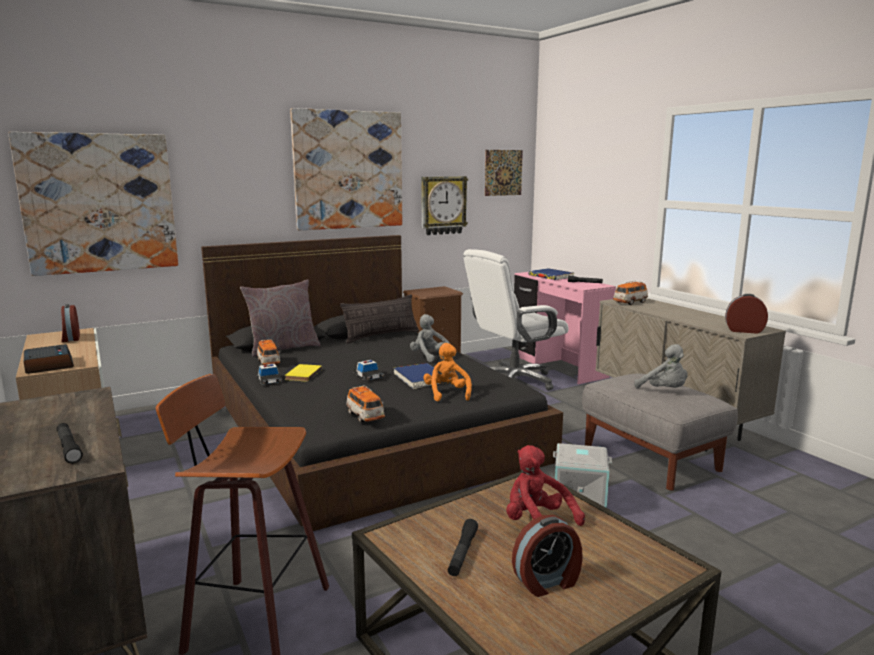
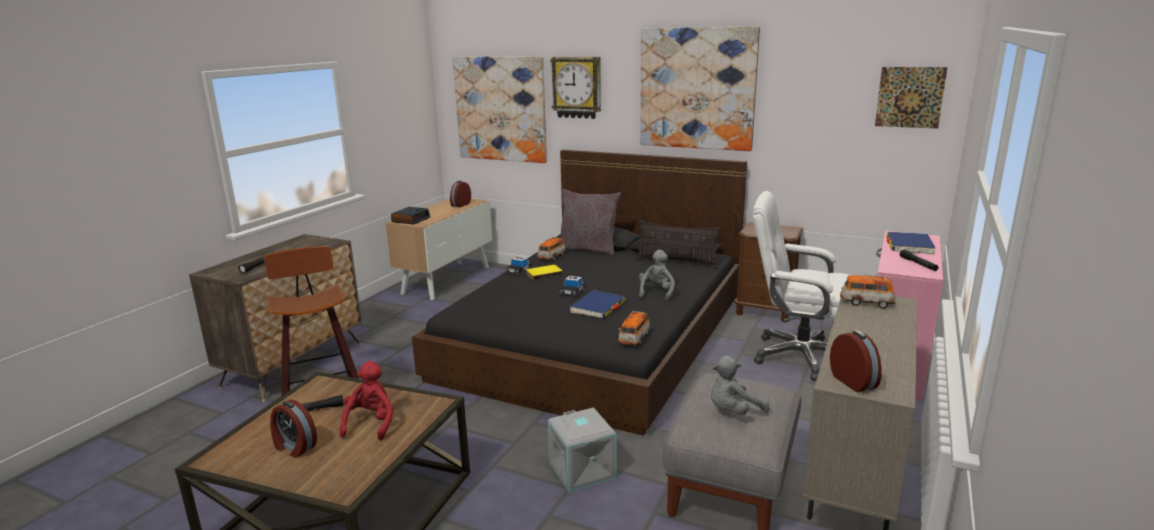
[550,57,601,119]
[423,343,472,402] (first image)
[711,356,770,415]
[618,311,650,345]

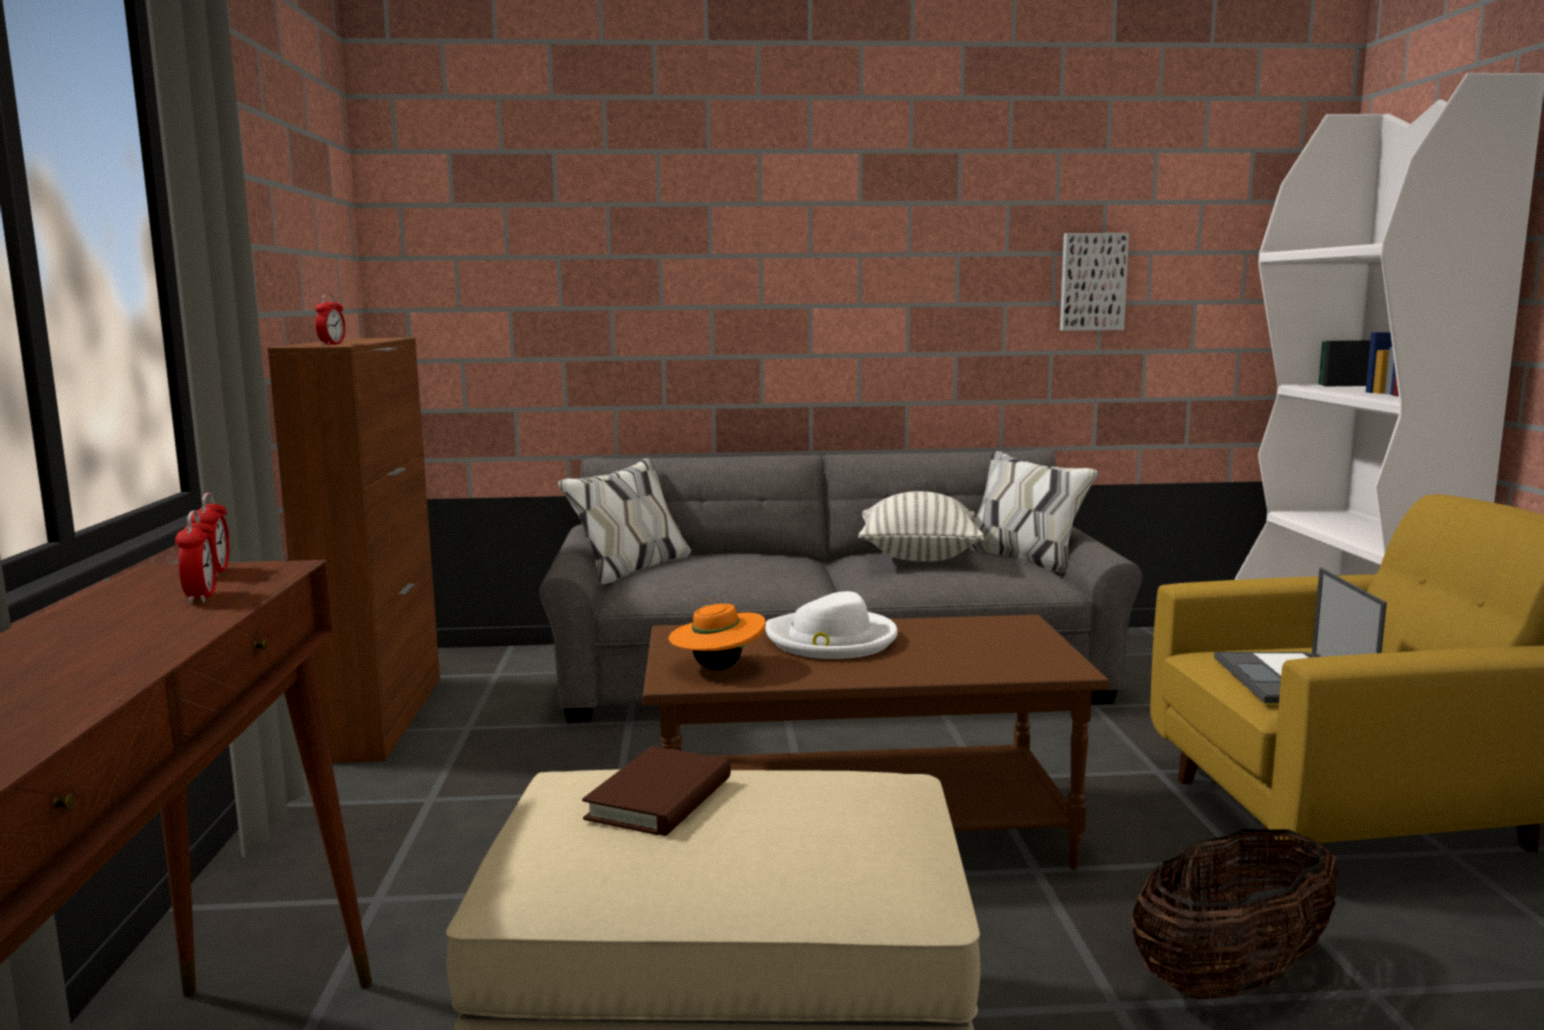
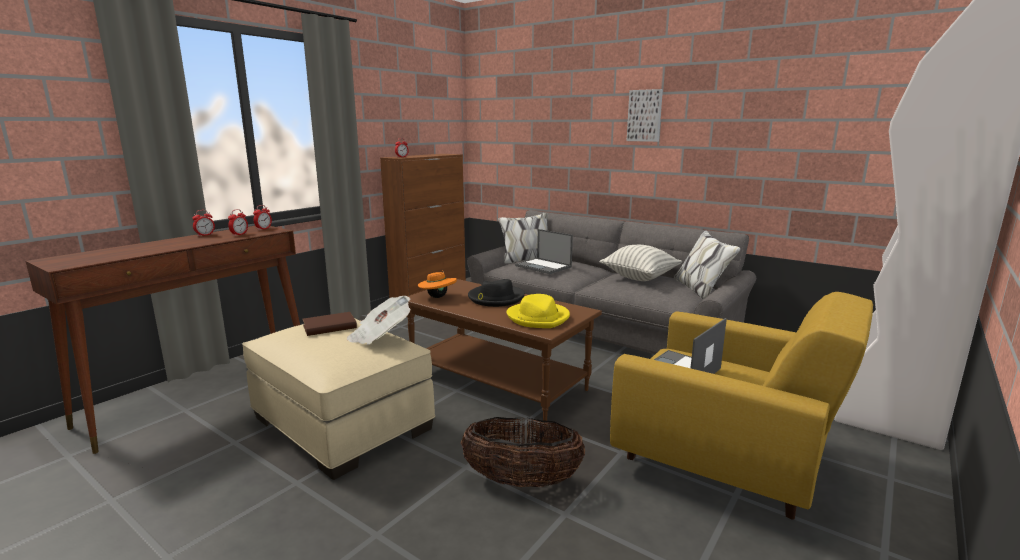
[627,89,663,142]
[468,279,525,307]
[192,210,215,237]
[515,229,573,274]
[507,294,570,328]
[347,296,410,345]

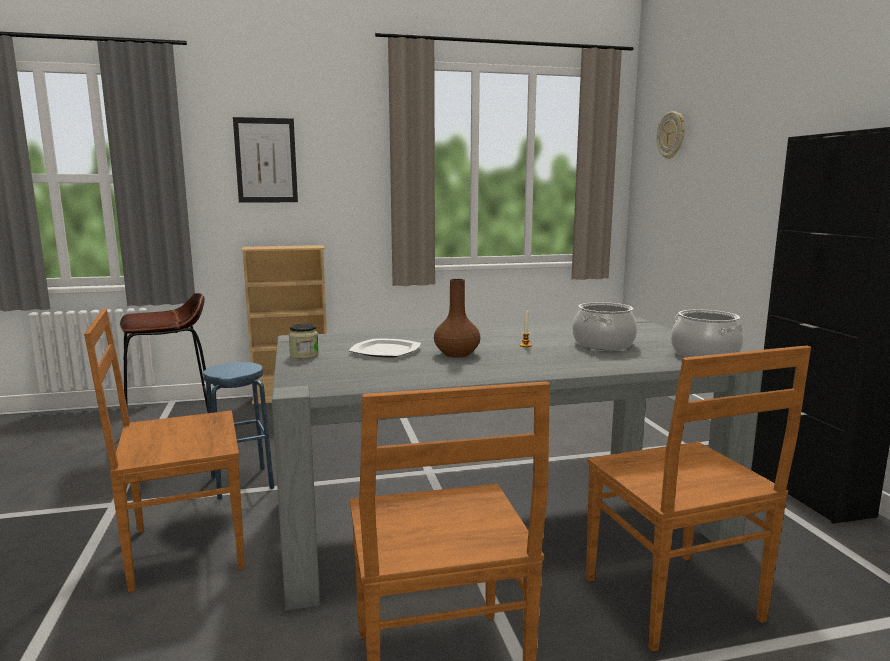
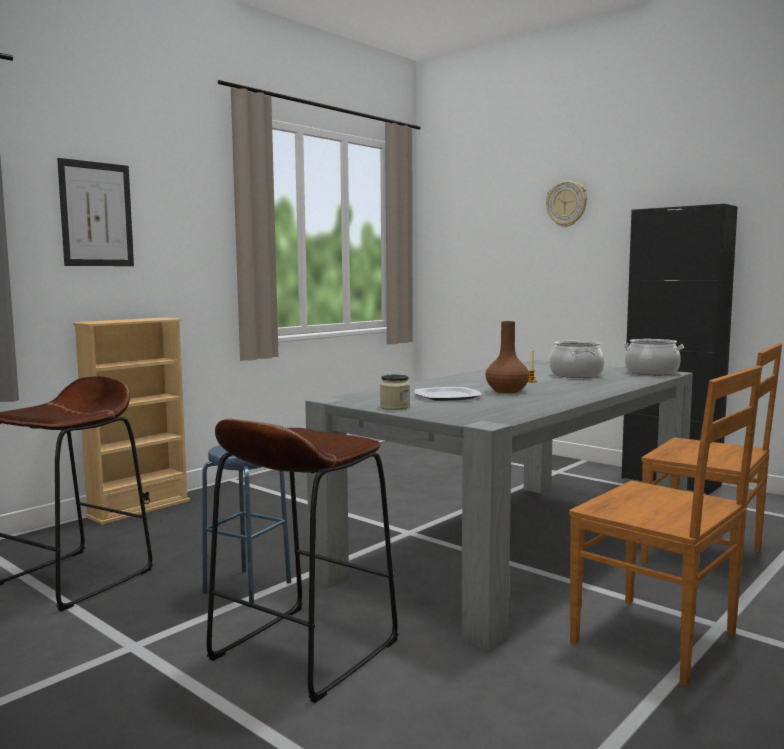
[546,181,587,227]
[206,419,398,703]

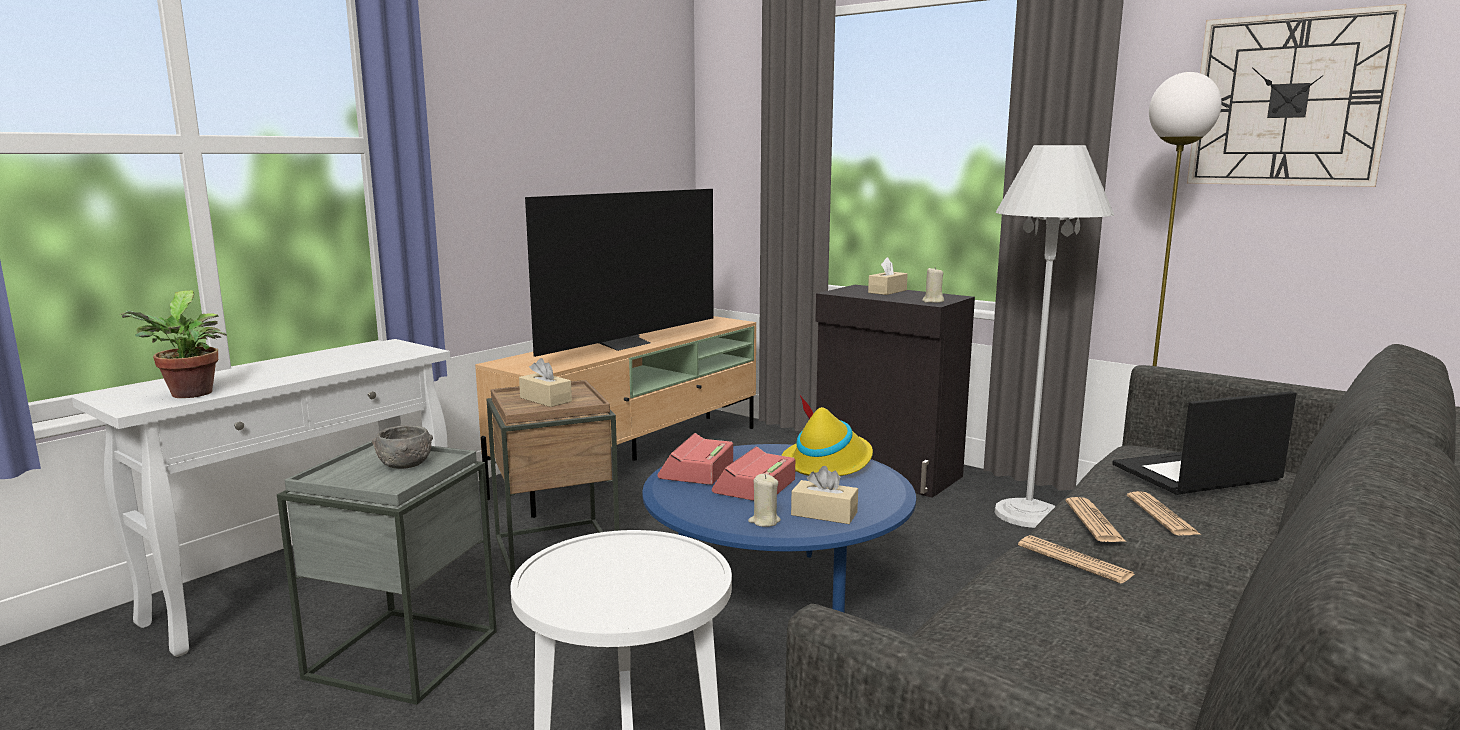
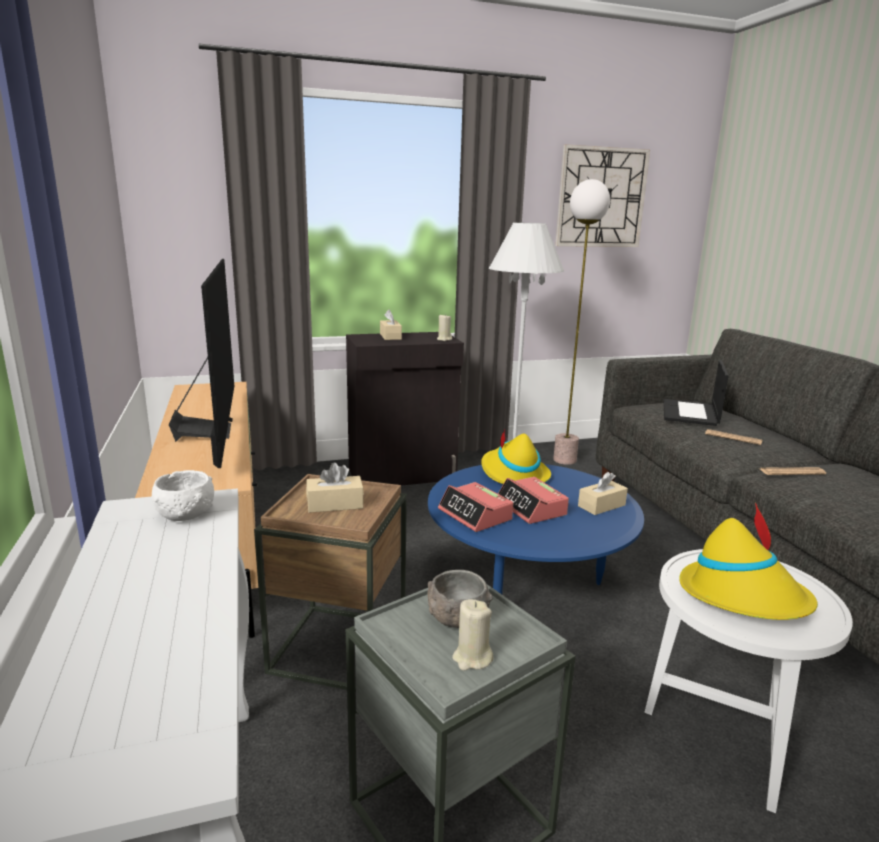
[120,290,227,398] (first image)
[452,599,493,671]
[1065,497,1126,542] (first image)
[152,470,214,521]
[679,503,818,620]

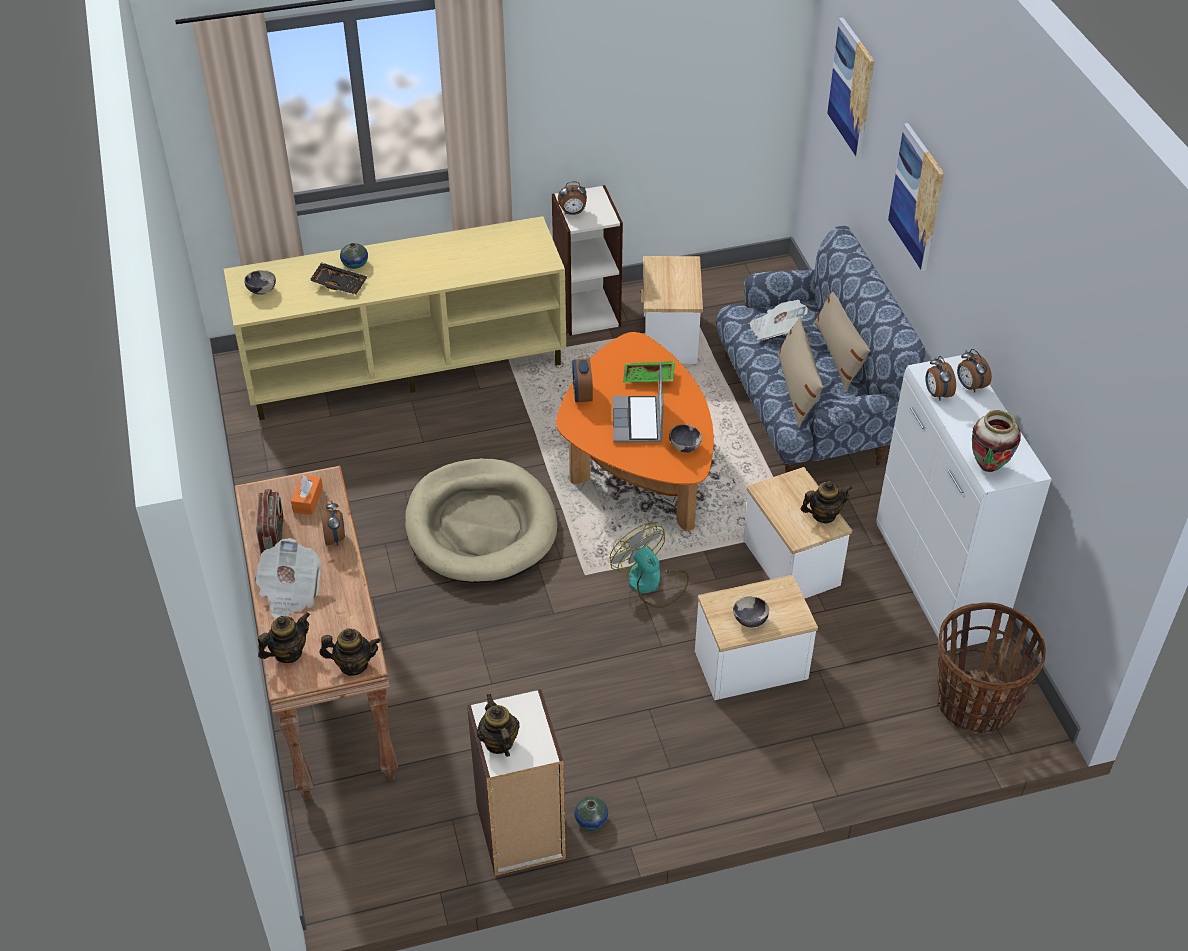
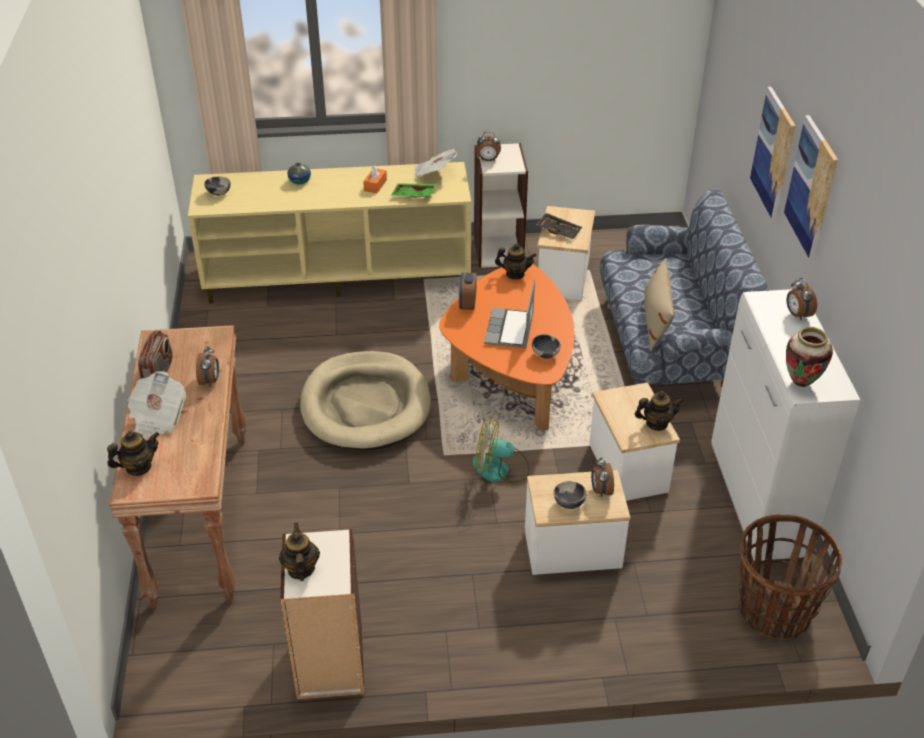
[784,115,838,259]
[536,213,582,240]
[814,292,870,392] (first image)
[415,149,457,177]
[591,457,614,497]
[391,183,437,198]
[363,165,387,193]
[472,417,530,483]
[495,243,537,279]
[574,796,608,830] (first image)

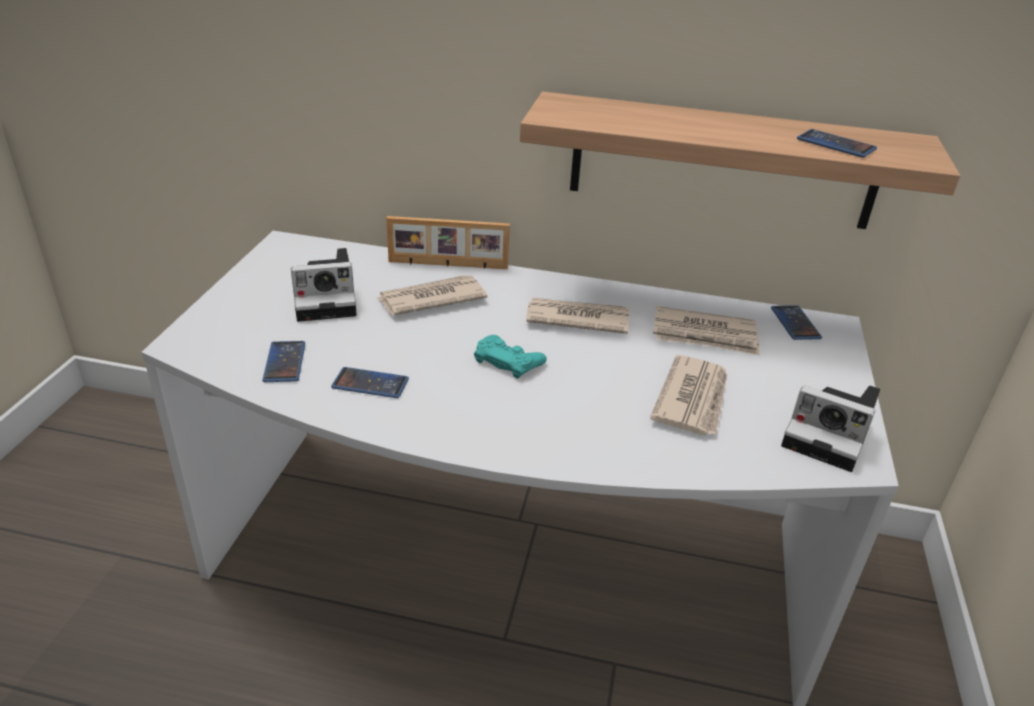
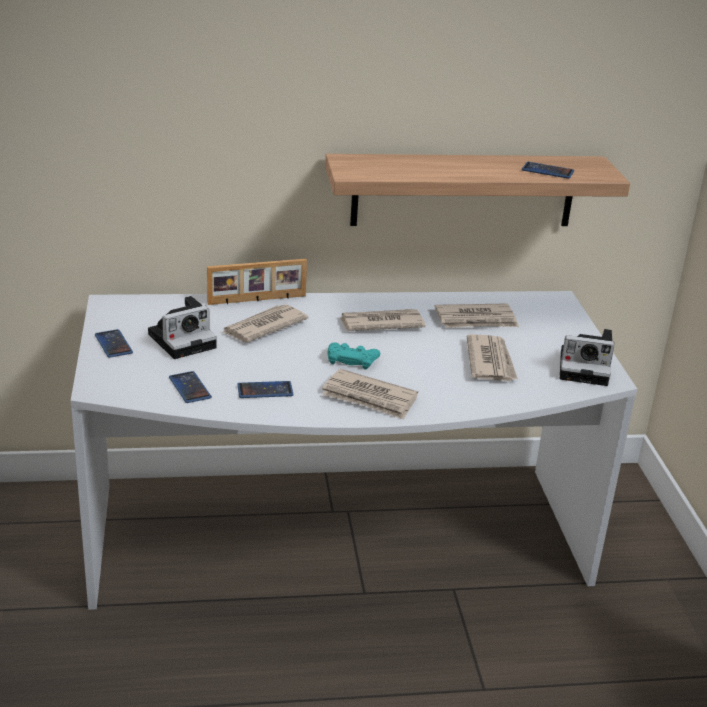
[95,329,133,358]
[322,369,418,419]

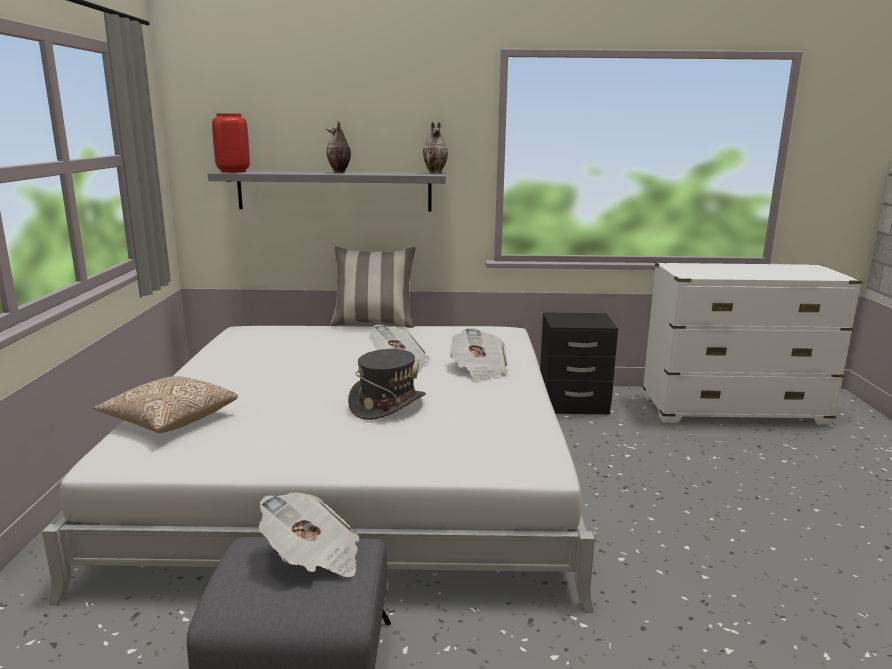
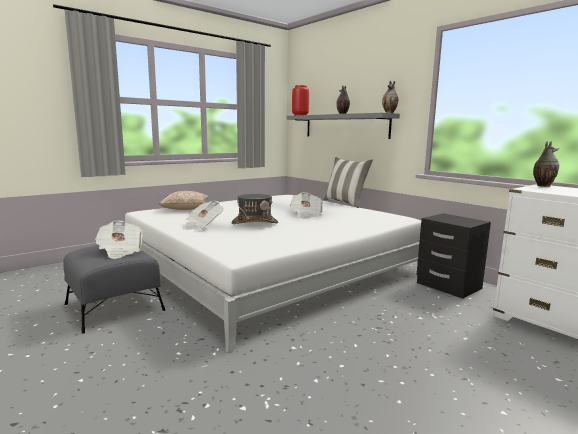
[182,201,224,230]
[533,141,559,187]

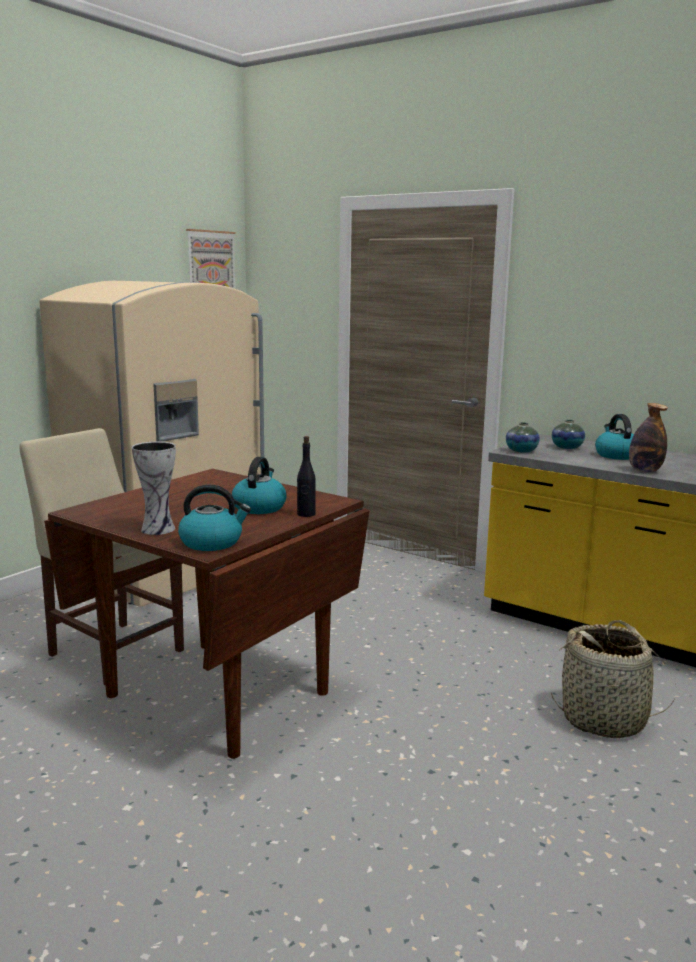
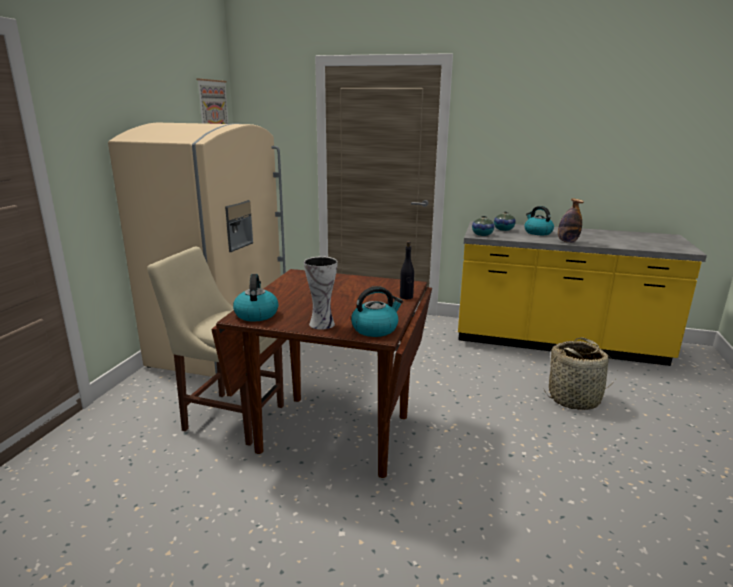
[233,274,279,322]

